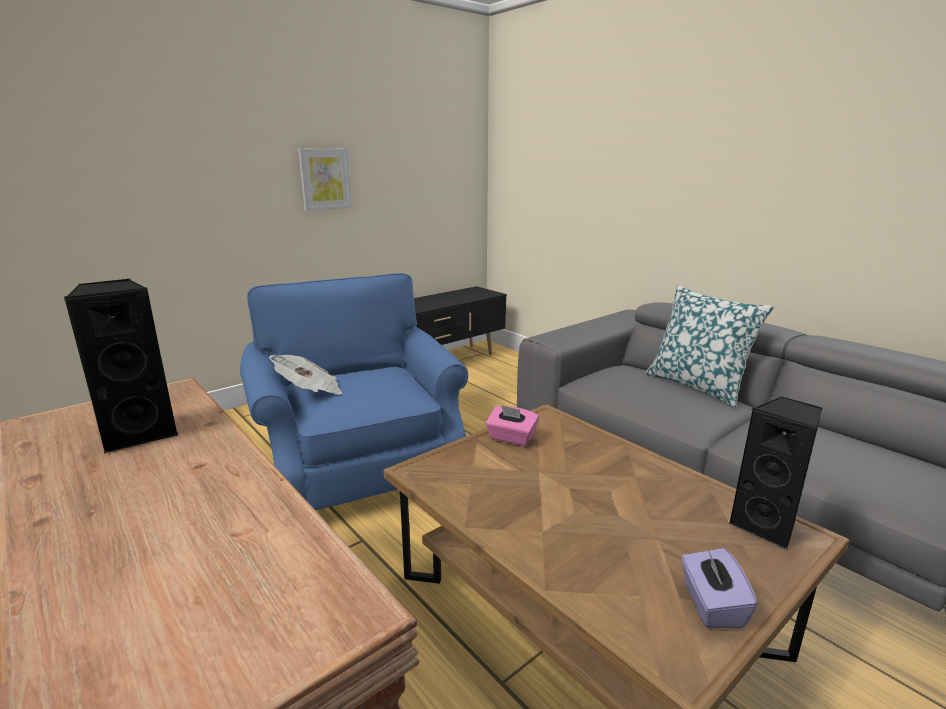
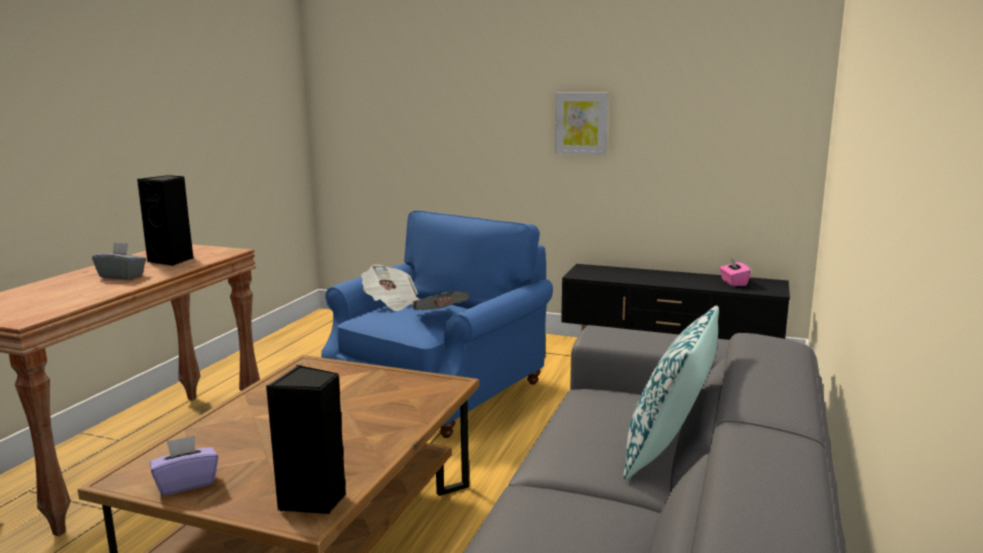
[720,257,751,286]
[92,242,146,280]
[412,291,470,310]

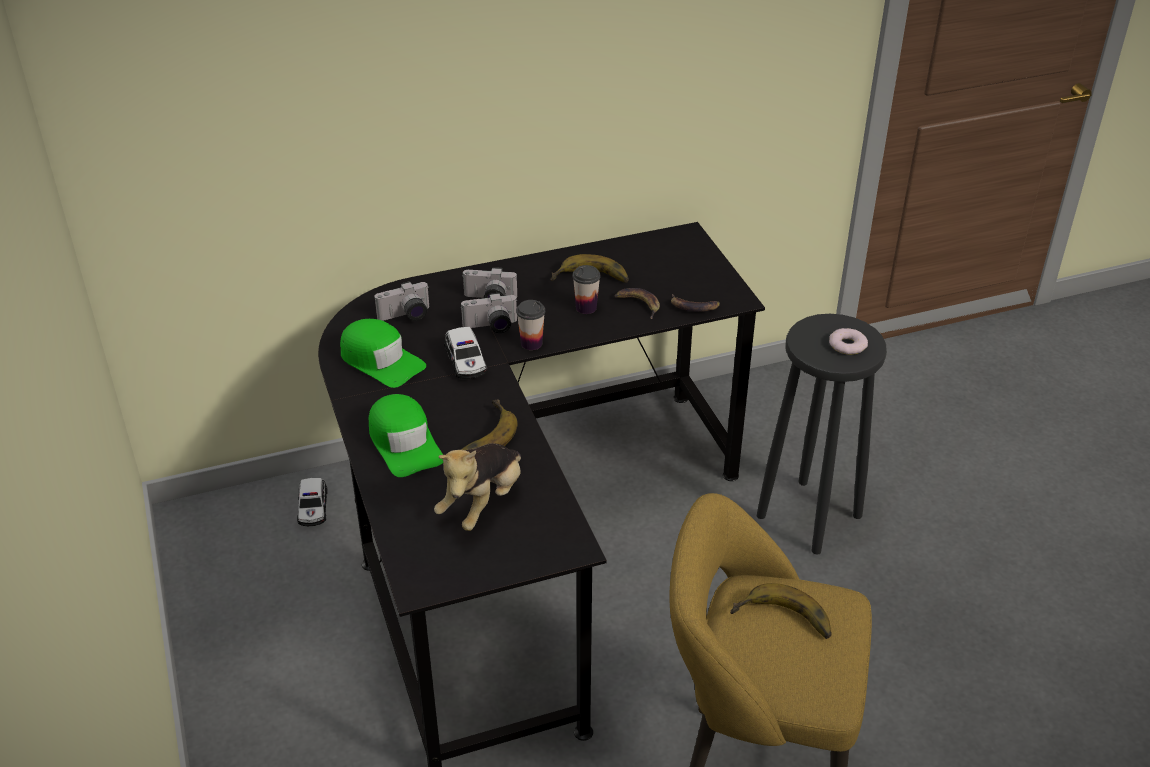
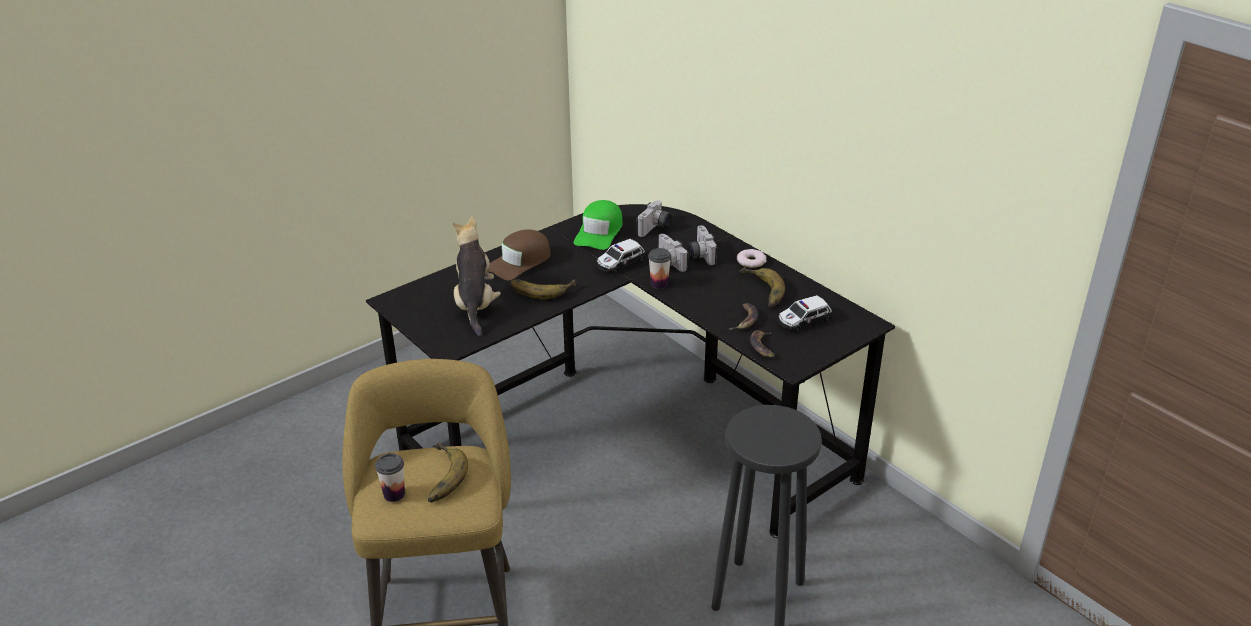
[375,453,405,502]
[636,200,672,237]
[737,249,767,268]
[489,229,551,280]
[453,216,501,336]
[778,295,832,332]

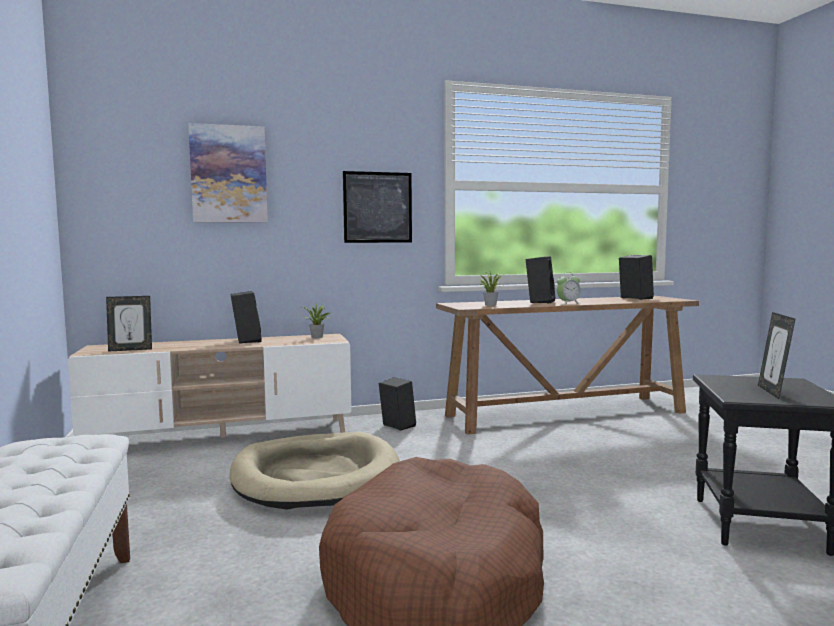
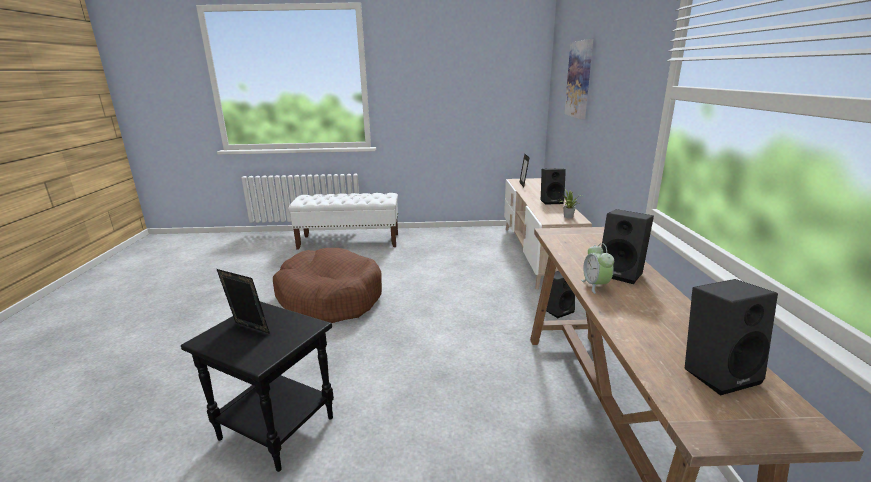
[343,171,412,243] (first image)
[480,272,505,306] (first image)
[230,432,400,510] (first image)

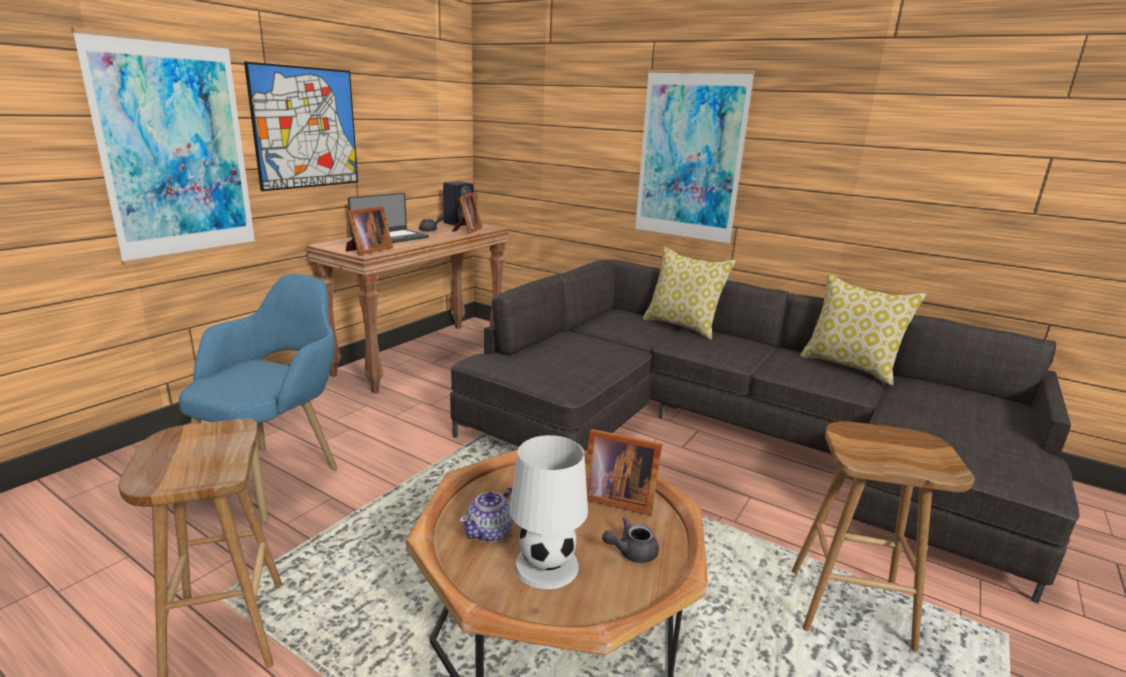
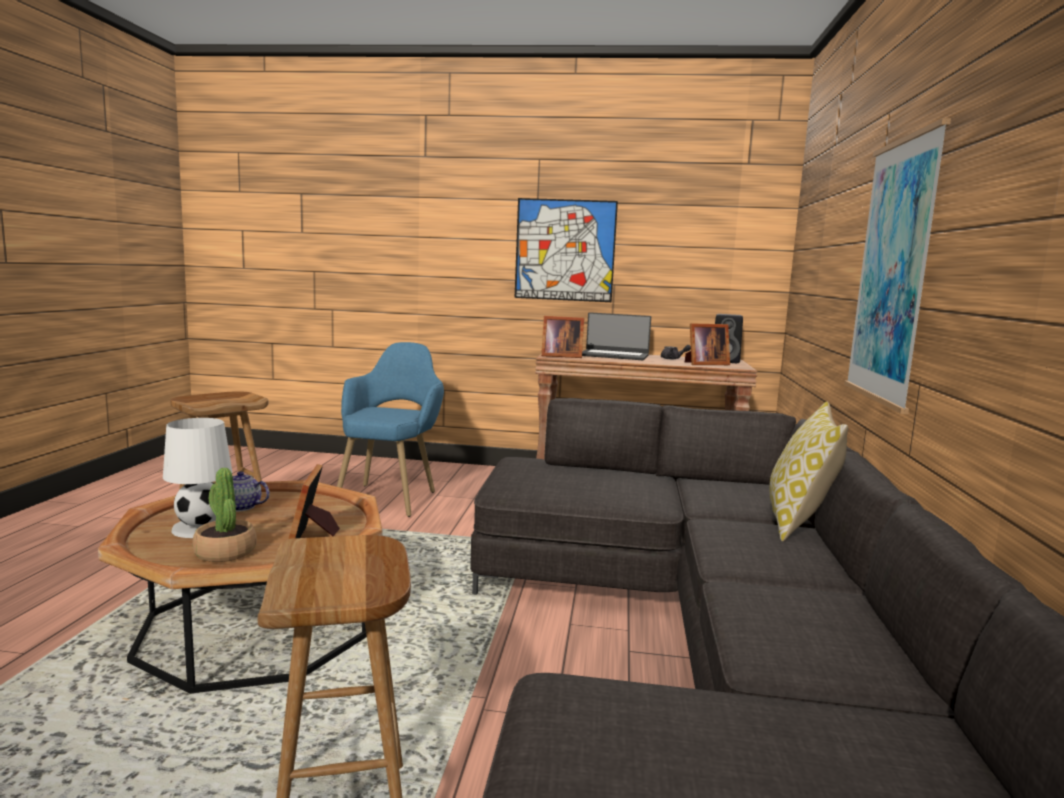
[71,27,257,265] (first image)
[337,342,444,517]
[800,274,926,385] (first image)
[192,468,257,562]

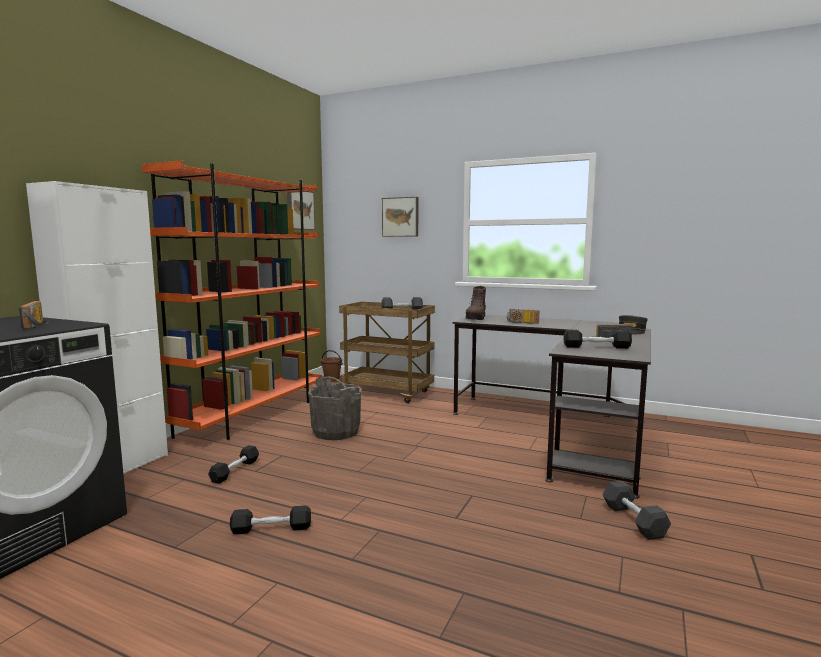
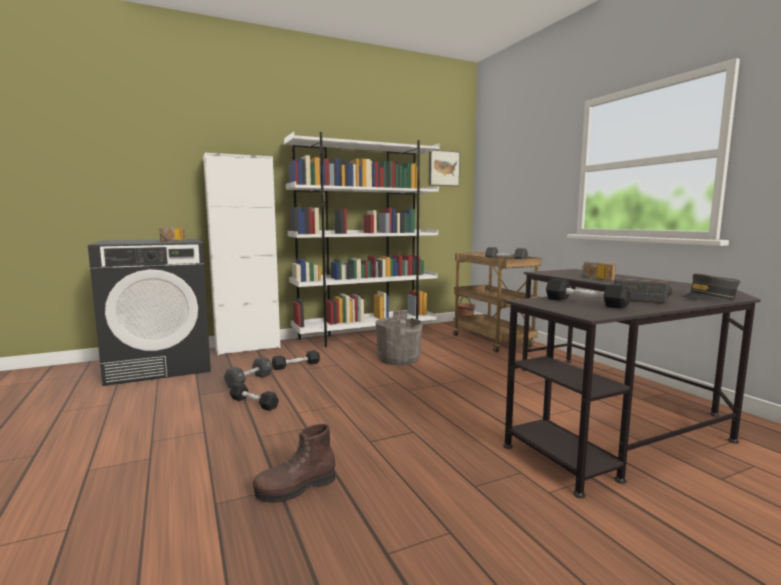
[284,132,440,347]
[382,197,418,237] (first image)
[253,424,335,503]
[224,357,273,388]

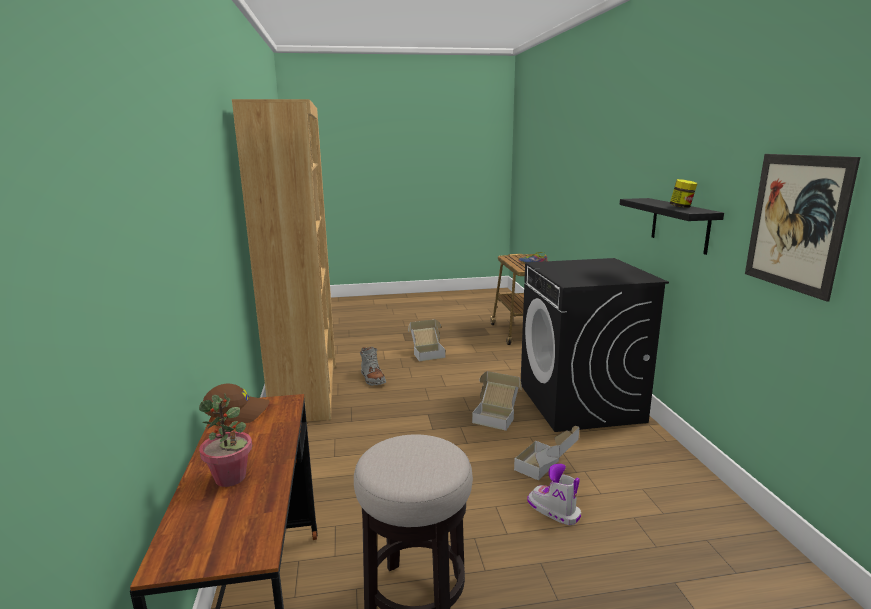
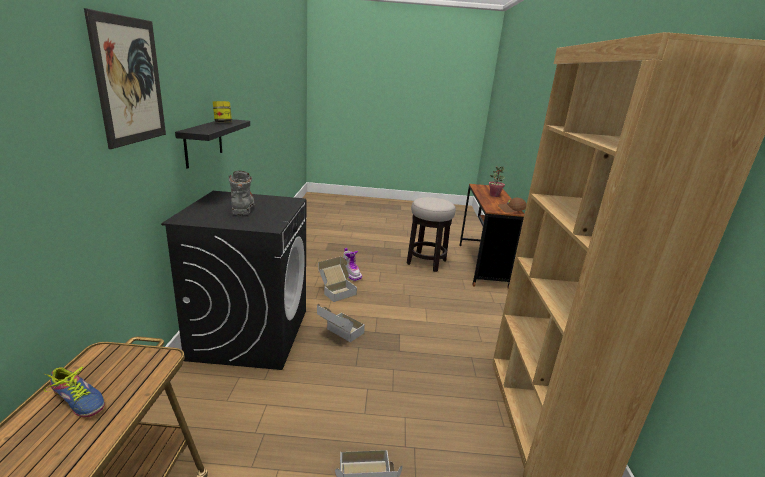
[84,8,166,149]
[229,171,255,216]

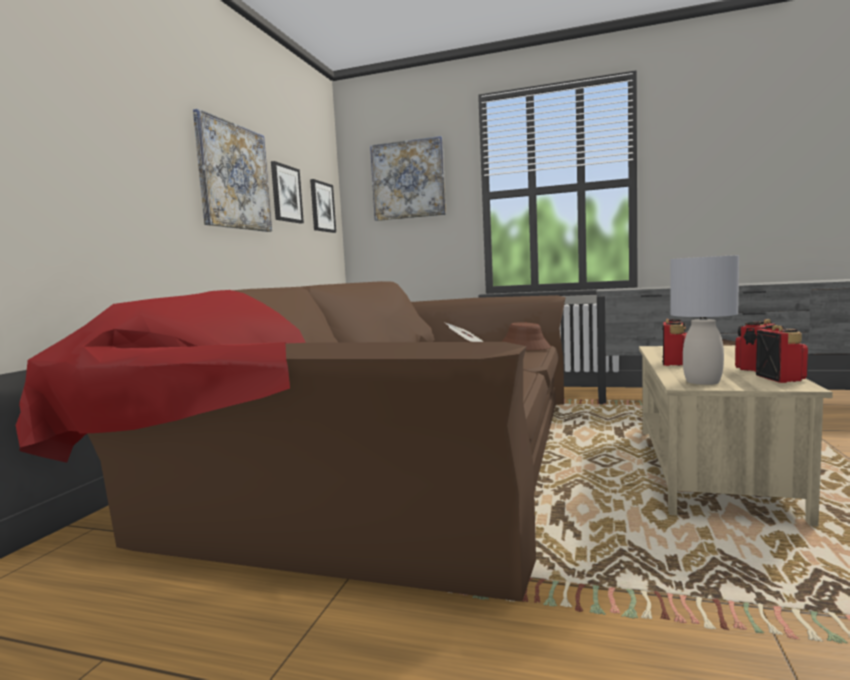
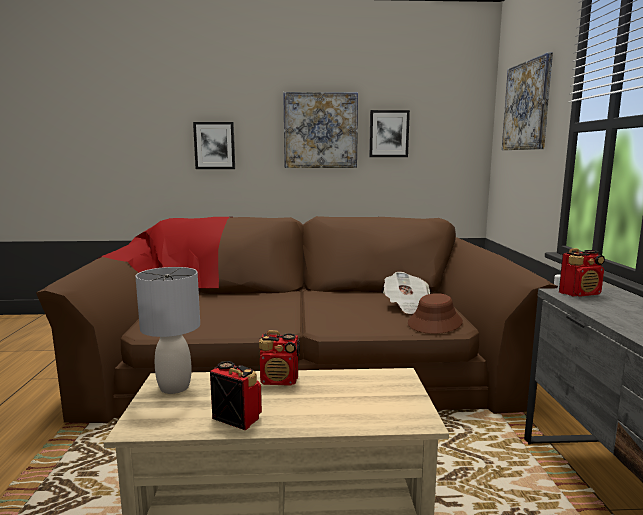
[193,122,235,169]
[559,248,605,297]

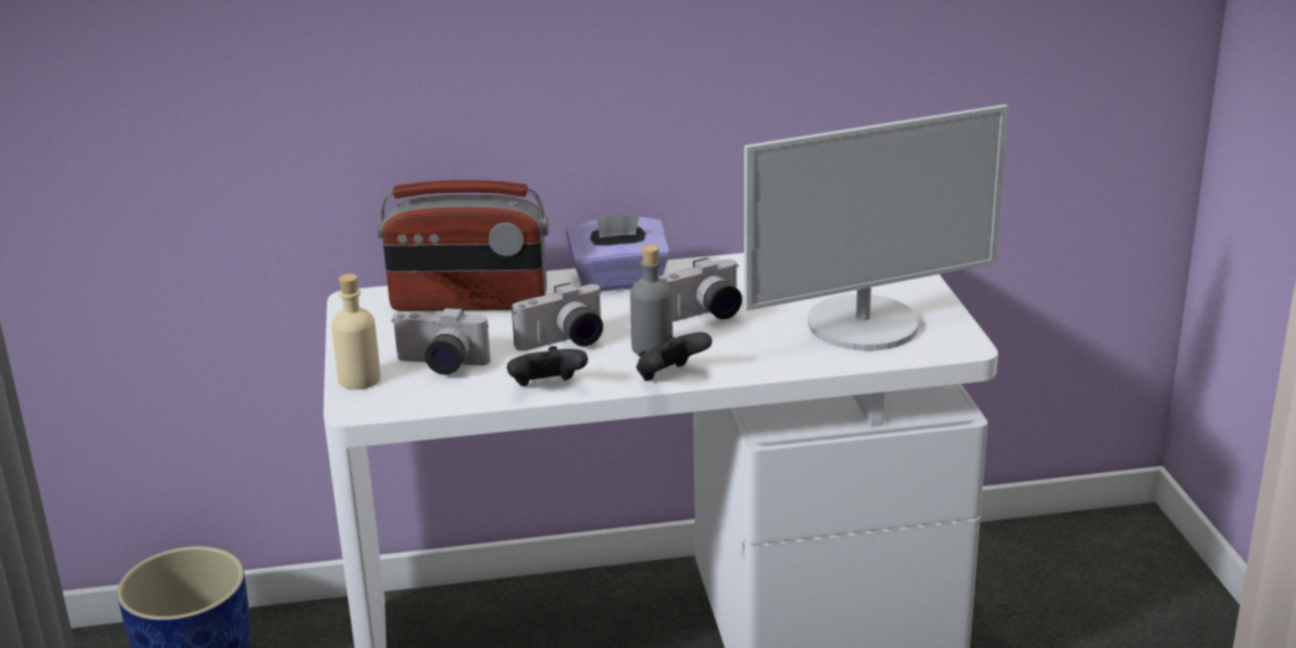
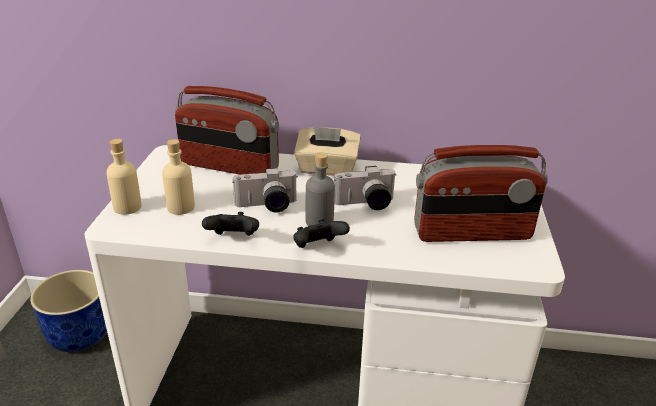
[414,145,548,242]
[294,126,361,176]
[162,139,195,215]

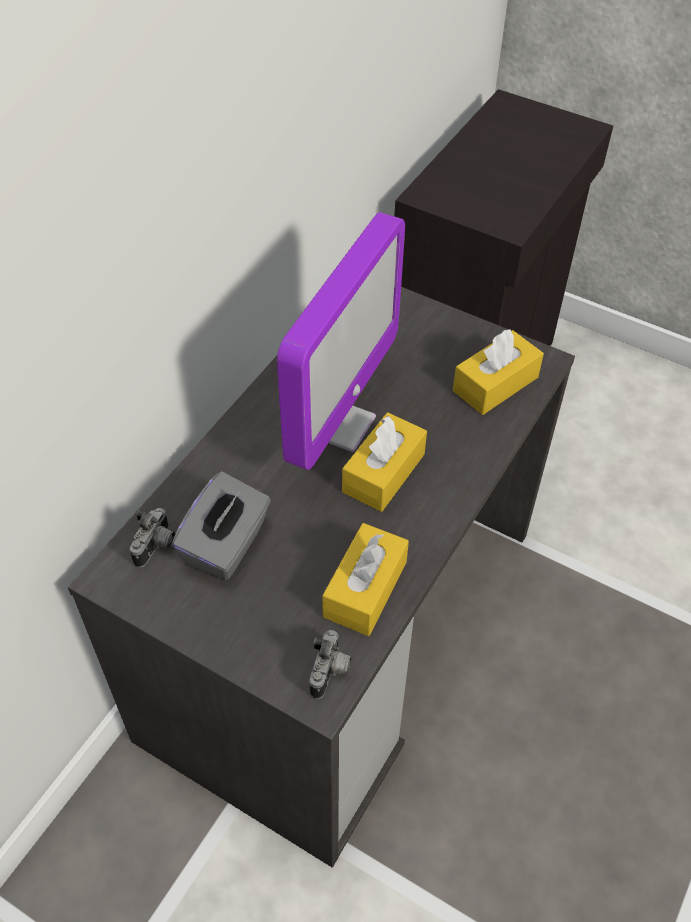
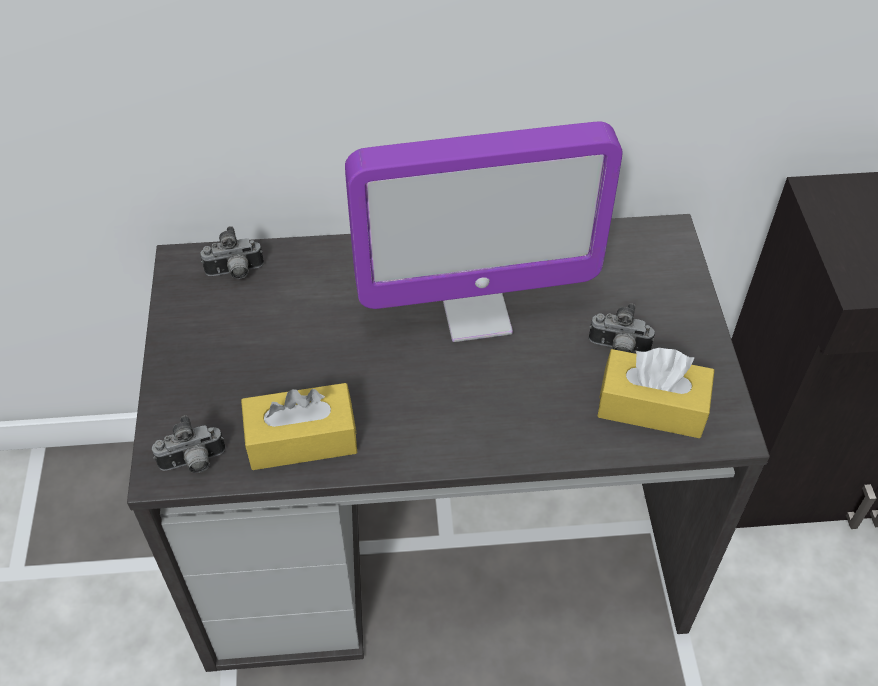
[342,412,427,512] (first image)
[172,471,271,580] (first image)
[589,303,655,353]

